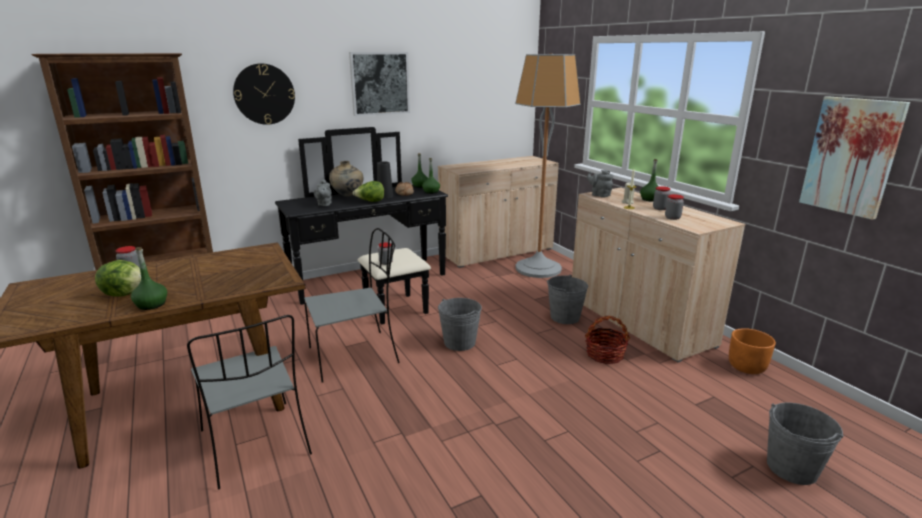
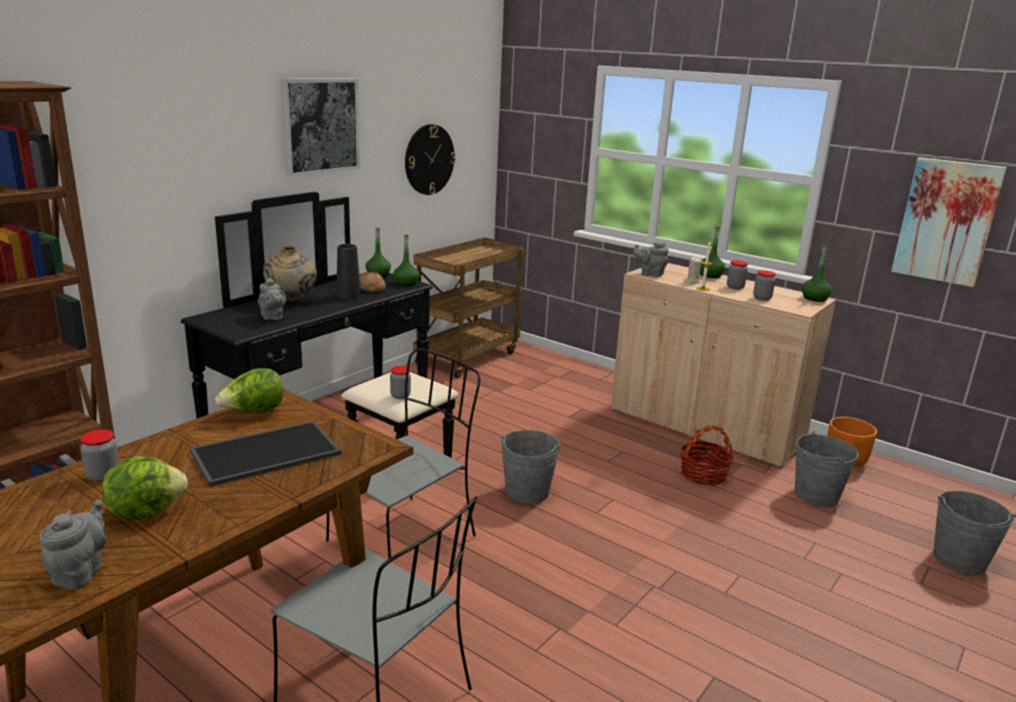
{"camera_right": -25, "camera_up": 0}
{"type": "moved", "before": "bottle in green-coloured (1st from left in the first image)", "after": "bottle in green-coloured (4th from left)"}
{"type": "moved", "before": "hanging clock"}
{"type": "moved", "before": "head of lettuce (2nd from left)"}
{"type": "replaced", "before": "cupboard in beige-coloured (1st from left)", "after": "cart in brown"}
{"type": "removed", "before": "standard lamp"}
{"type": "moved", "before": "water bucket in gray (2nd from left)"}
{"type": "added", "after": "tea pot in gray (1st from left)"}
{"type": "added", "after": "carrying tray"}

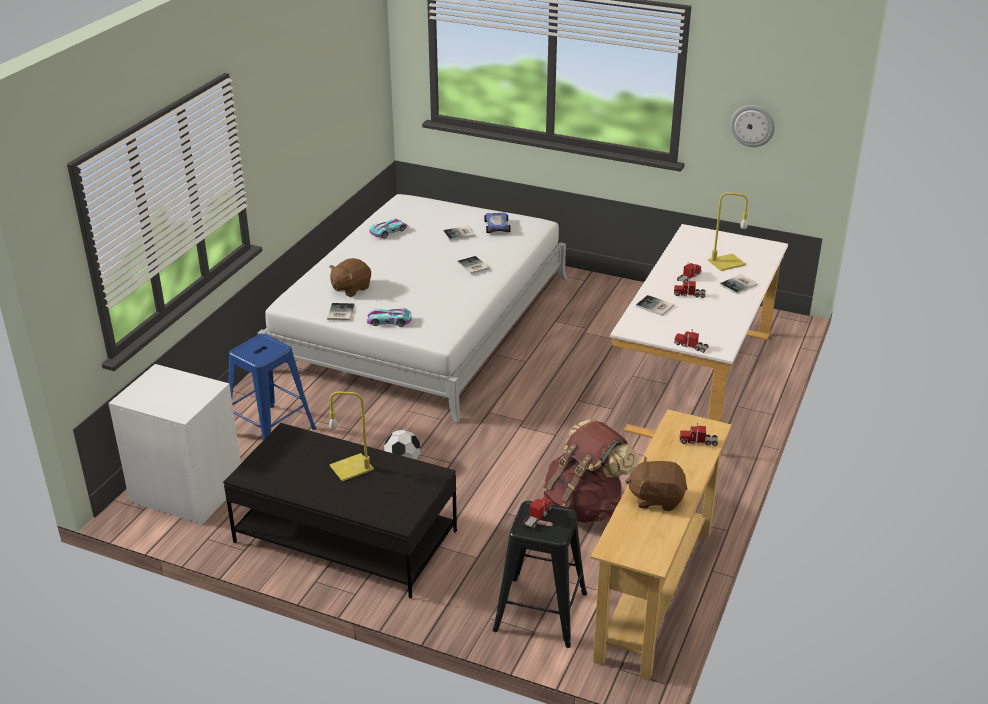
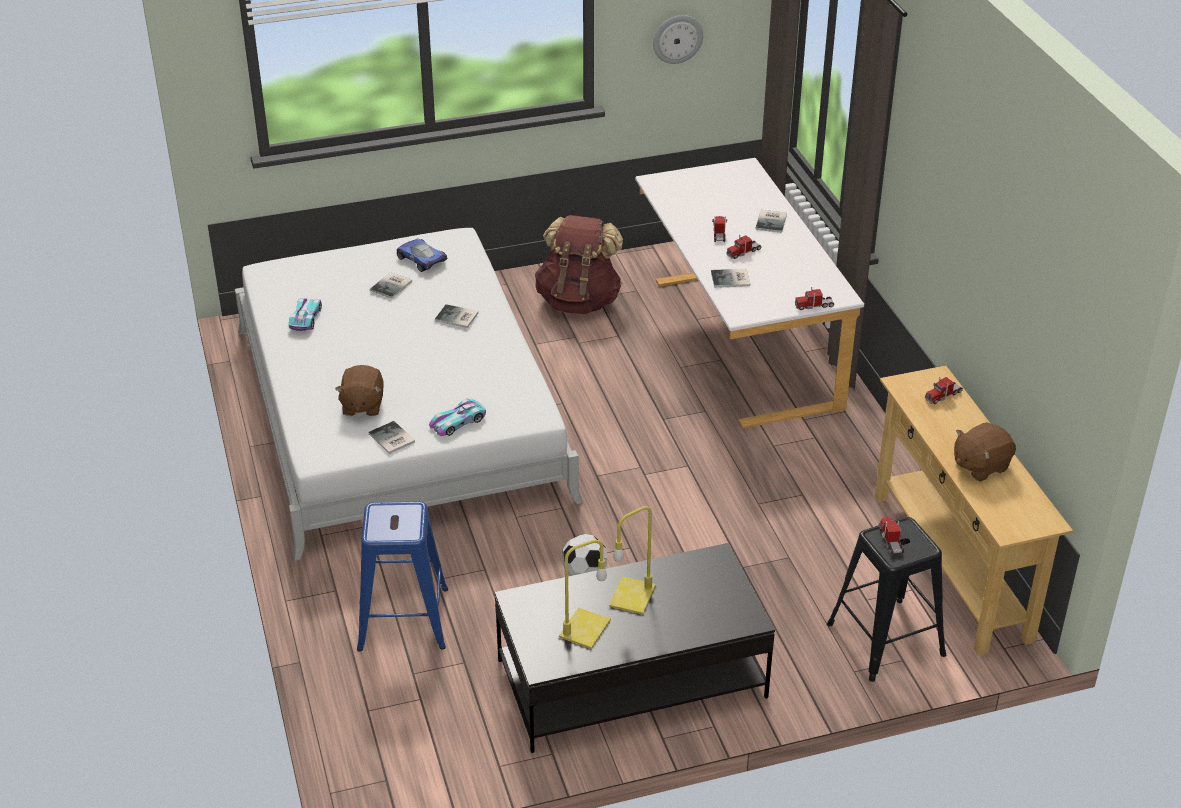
{"camera_right": -40, "camera_up": 5}
{"type": "removed", "before": "night table in whitish"}
{"type": "moved", "before": "rucksack in brown"}
{"type": "moved", "before": "tabletop lamp in yellowish (2nd from left in the first image)", "after": "tabletop lamp in yellowish (1st from left)"}

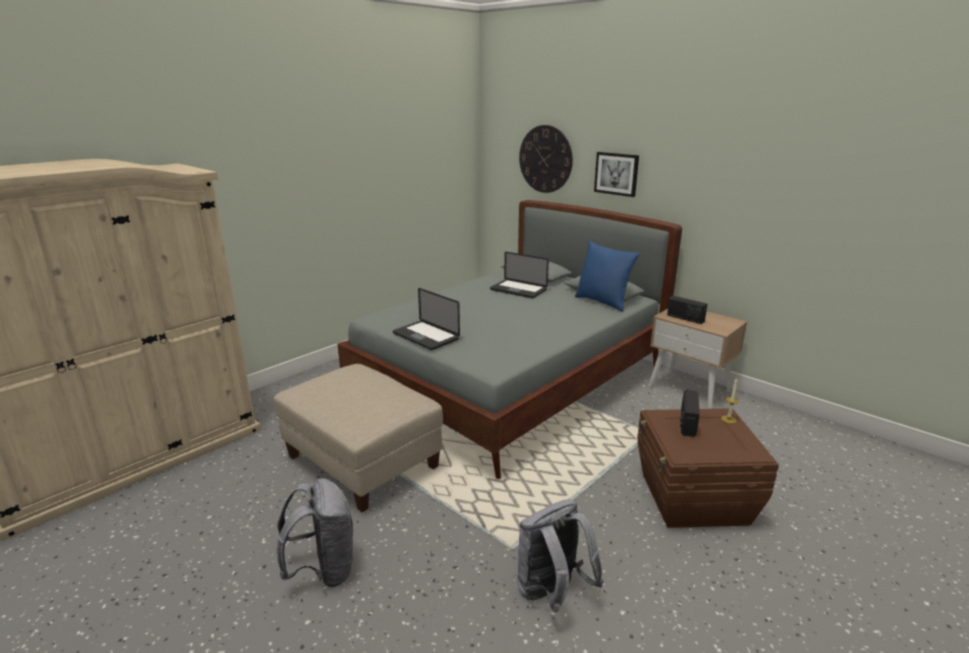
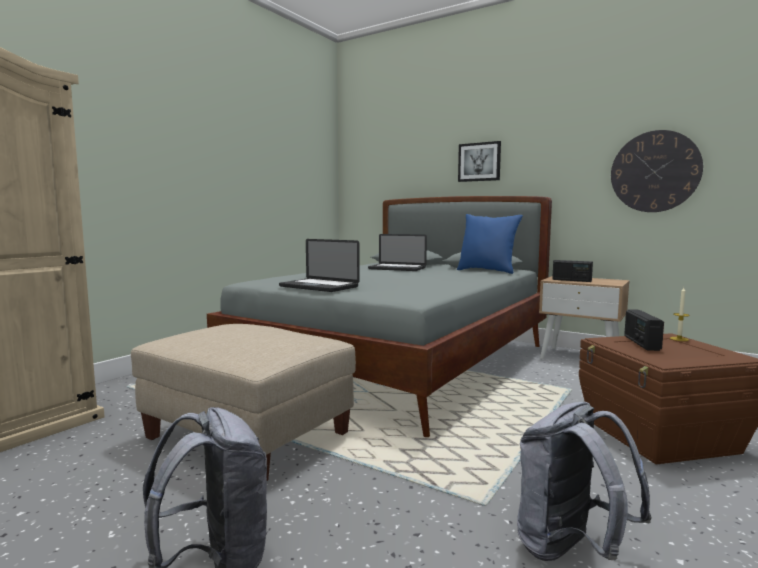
{"camera_right": -10, "camera_up": -15}
{"type": "moved", "before": "hanging clock"}

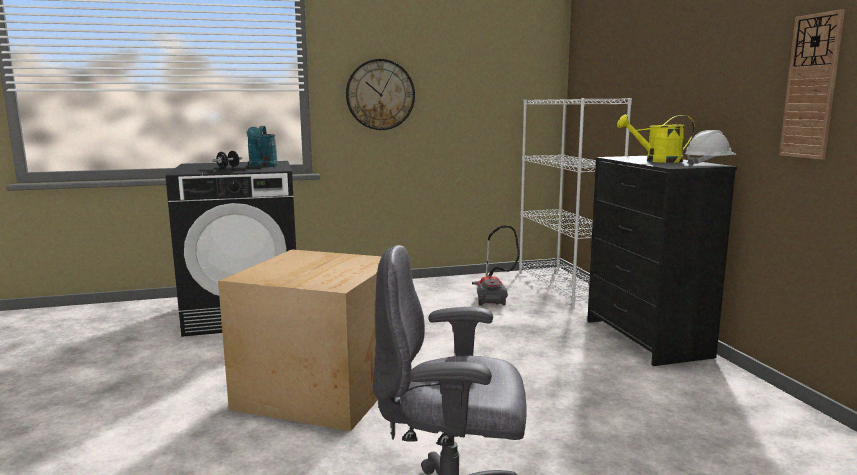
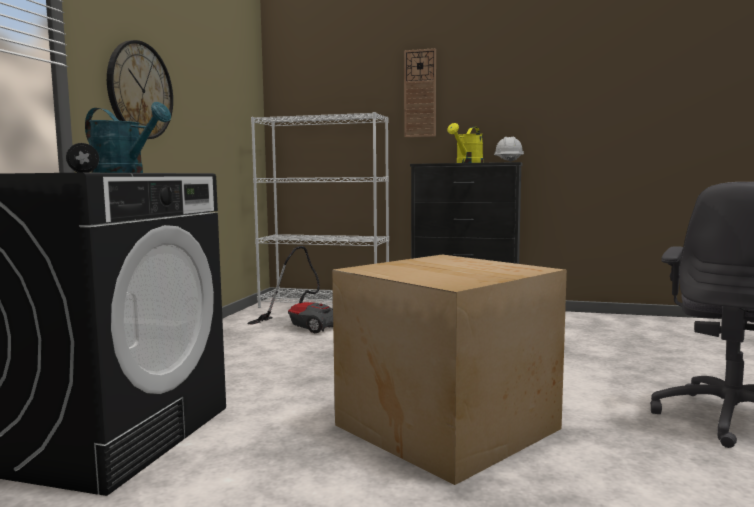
{"camera_right": -60, "camera_up": -5}
{"type": "moved", "before": "hanging clock (2nd from left)"}

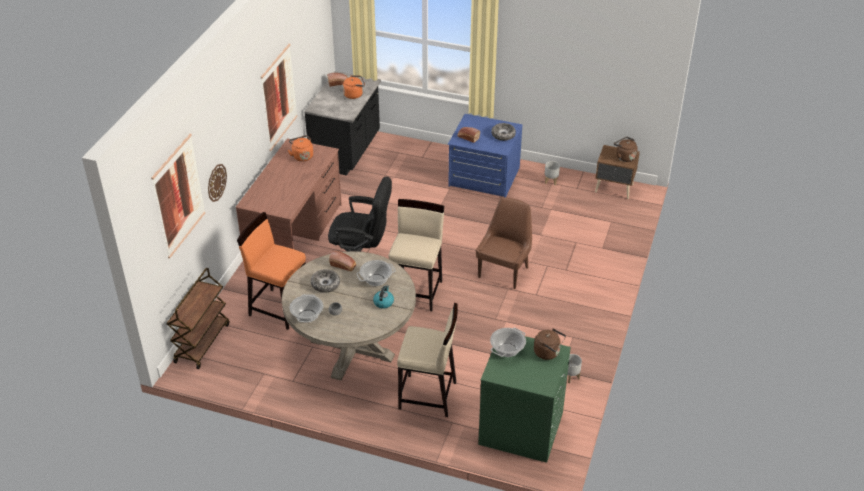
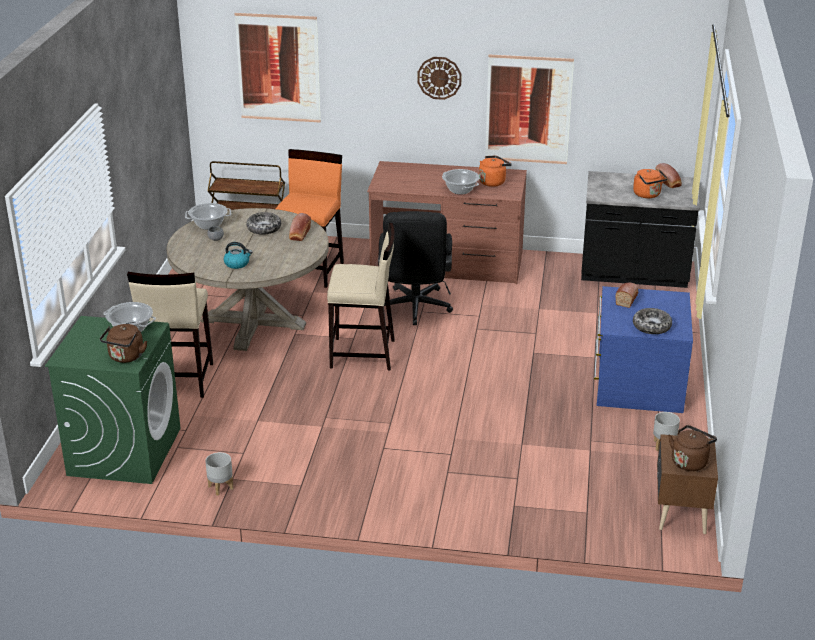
{"camera_right": 80, "camera_up": -10}
{"type": "moved", "before": "hanging clock"}
{"type": "moved", "before": "saucepot (2nd from left in the first image)", "after": "saucepot (3rd from left)"}
{"type": "removed", "before": "chair in brown"}

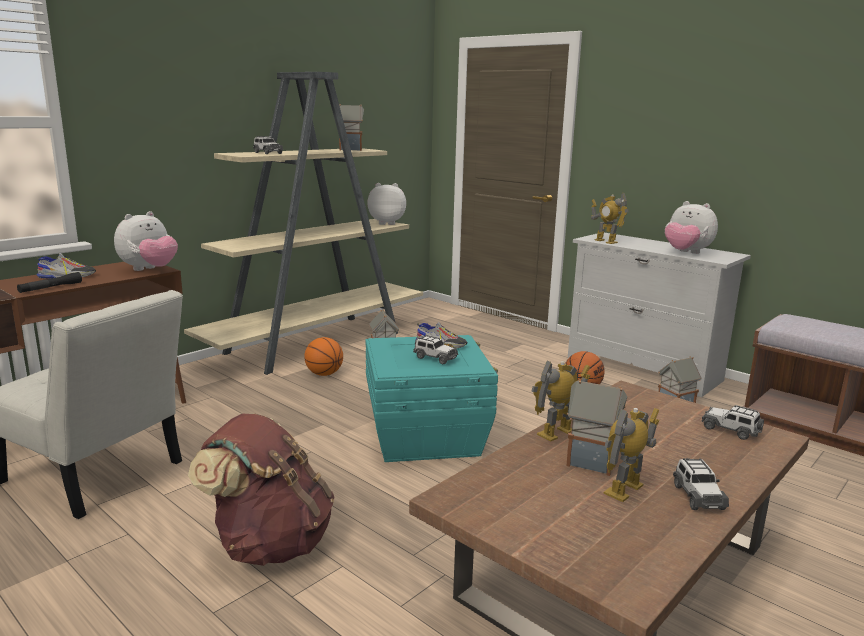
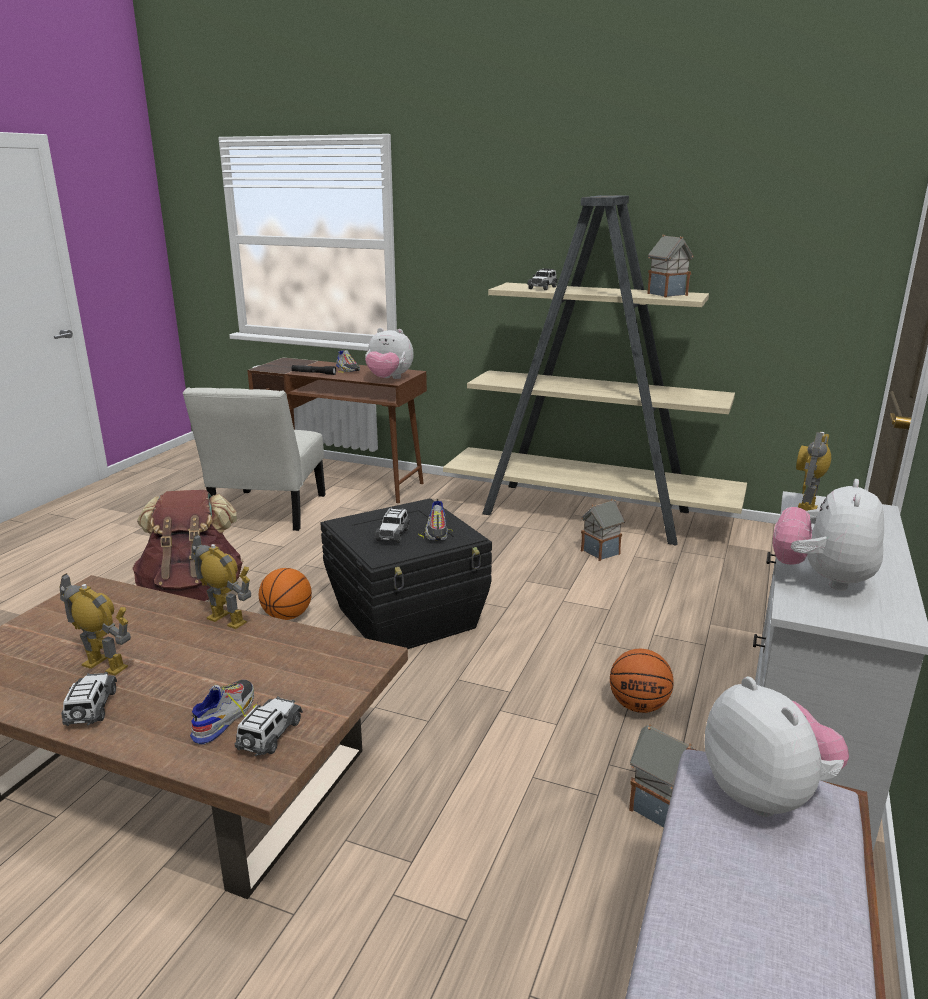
{"camera_right": 70, "camera_up": 5}
{"type": "moved", "before": "basketball (1st from left)"}
{"type": "recoloured", "before": "storage container in blue-green", "after": "storage container in blackish"}
{"type": "moved", "before": "soft toy (2nd from left)"}
{"type": "removed", "before": "model house (3rd from left)"}
{"type": "turned", "before": "toy car (3rd from left in the first image)", "turn": 105}
{"type": "added", "after": "shoe (1st from left)"}

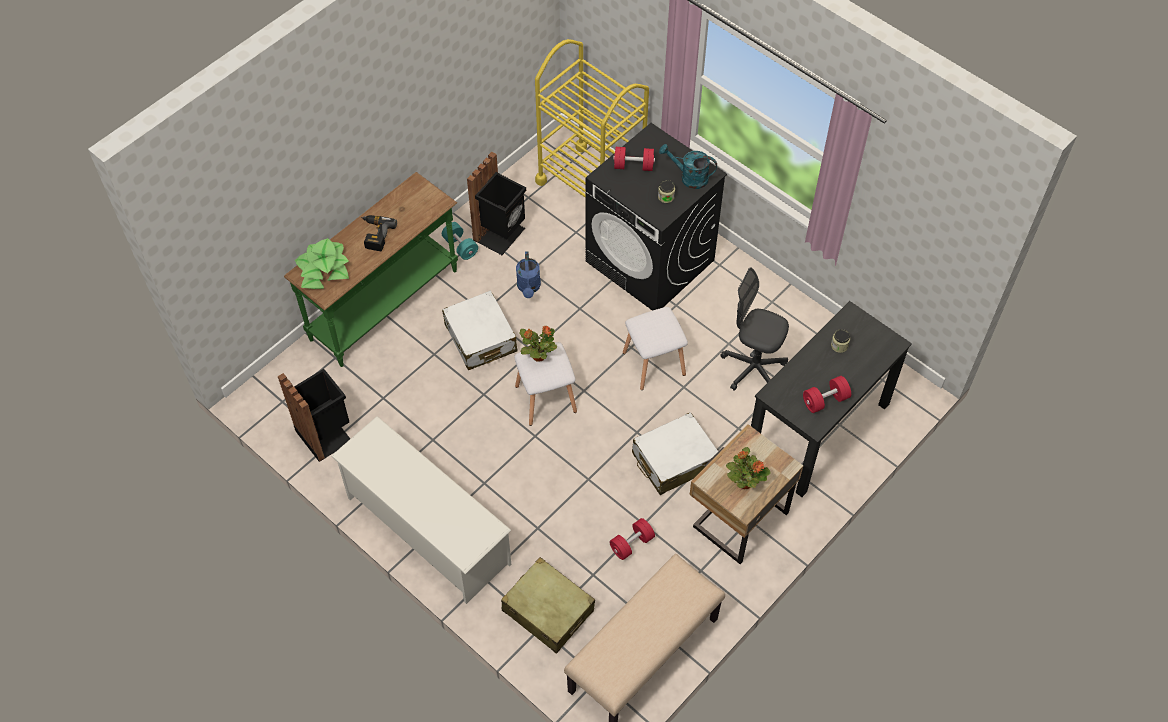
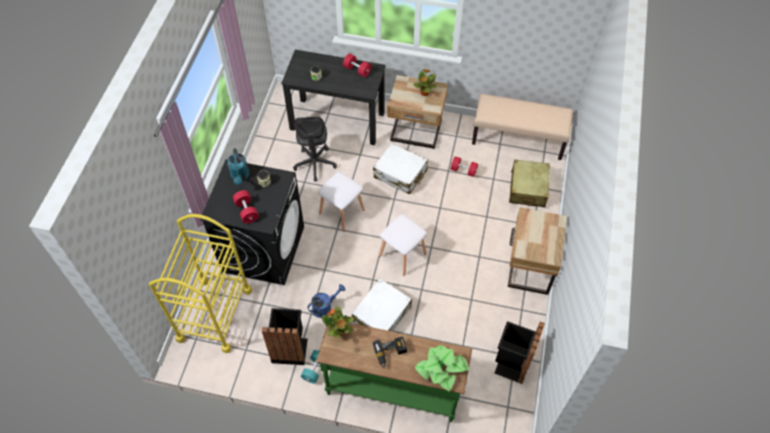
{"camera_right": -120, "camera_up": 0}
{"type": "replaced", "before": "shoe shelf in whitish", "after": "night table in beige-coloured (2nd from left)"}
{"type": "moved", "before": "houseplant (2nd from left in the first image)", "after": "houseplant (1st from left)"}

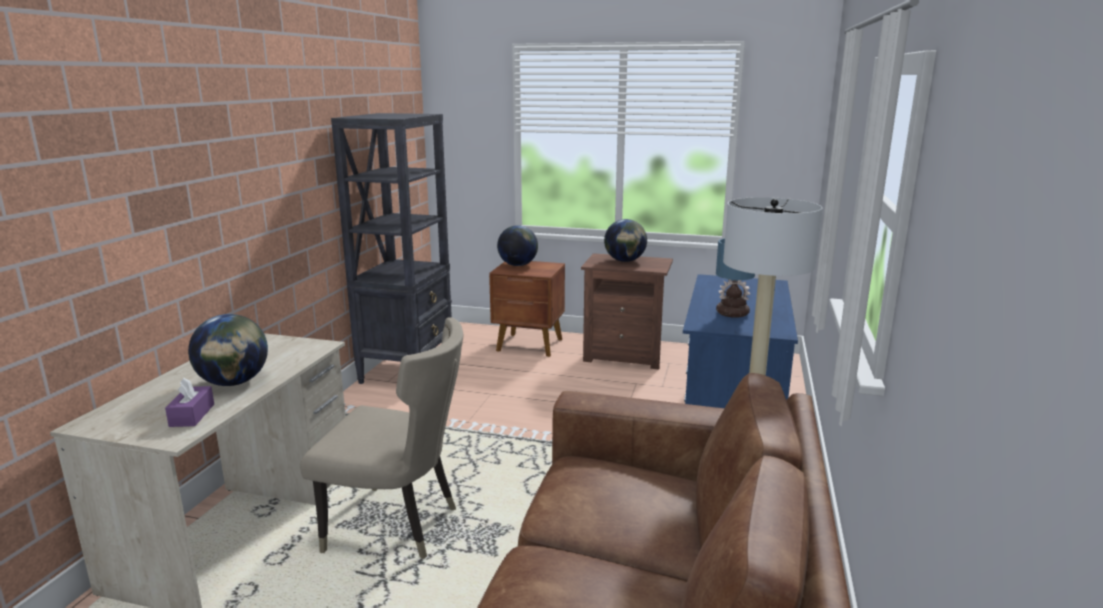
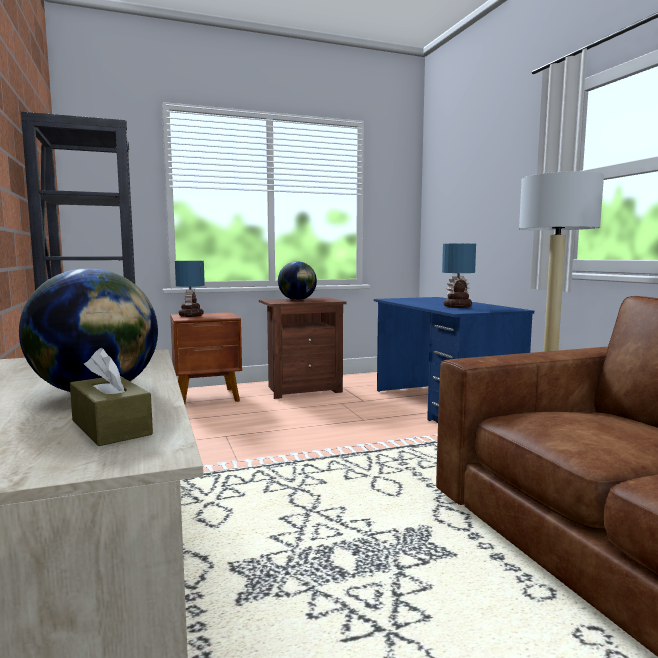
{"camera_right": -35, "camera_up": -10}
{"type": "recoloured", "before": "tissue box in purple", "after": "tissue box in brown"}
{"type": "removed", "before": "chair in beige-coloured"}
{"type": "replaced", "before": "world globe (2nd from left)", "after": "tabletop lamp (1st from left)"}

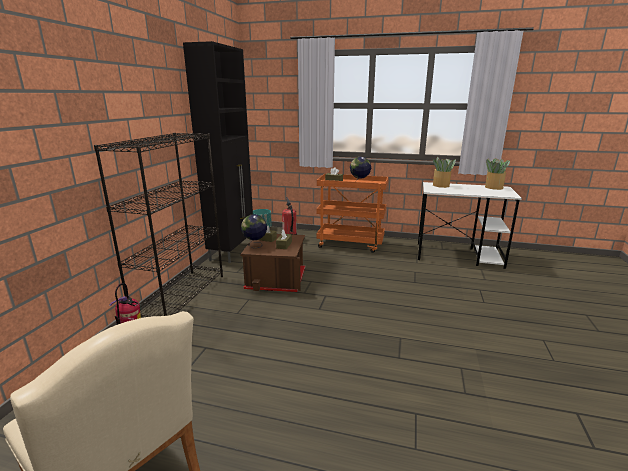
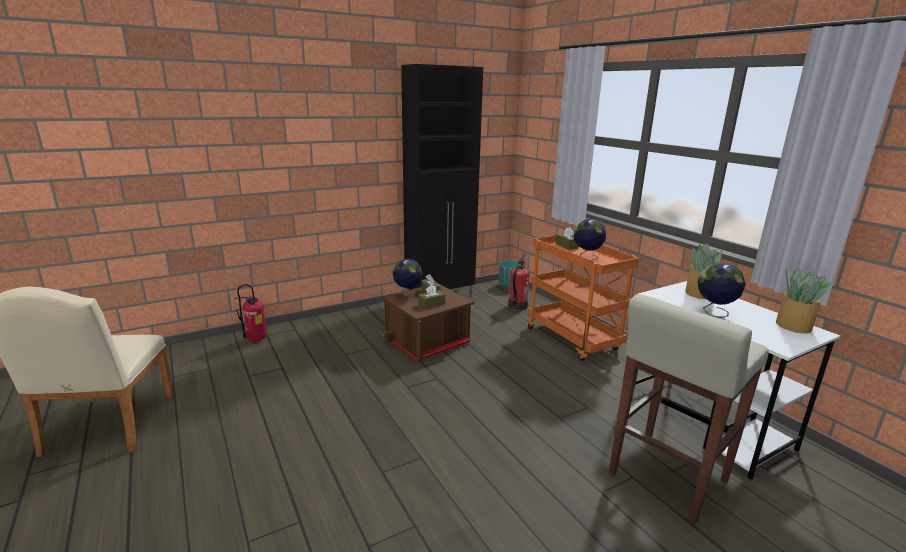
{"camera_right": 45, "camera_up": 0}
{"type": "removed", "before": "shelving unit in blackish"}
{"type": "added", "after": "stool in beige-coloured"}
{"type": "added", "after": "world globe (3rd from left)"}

